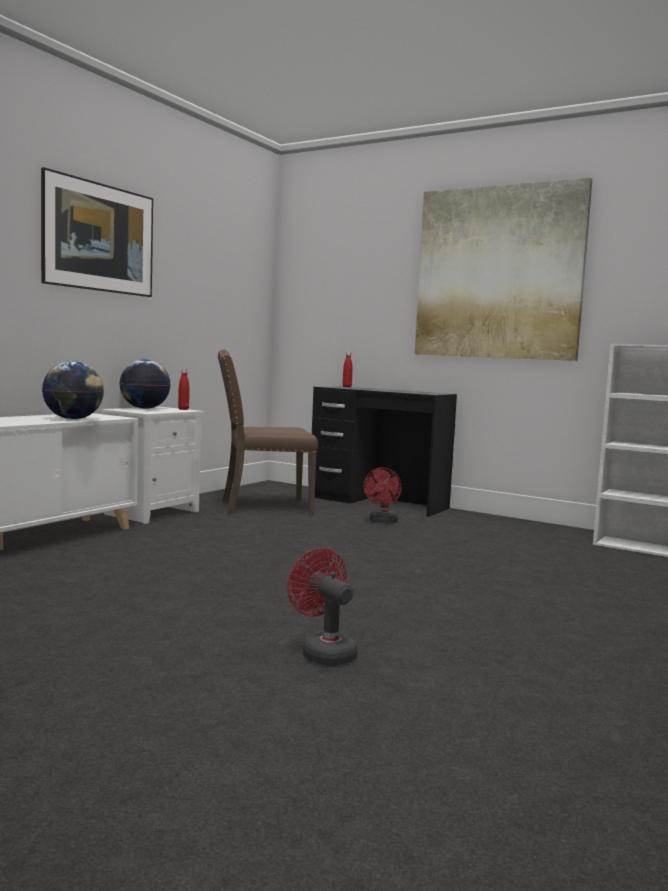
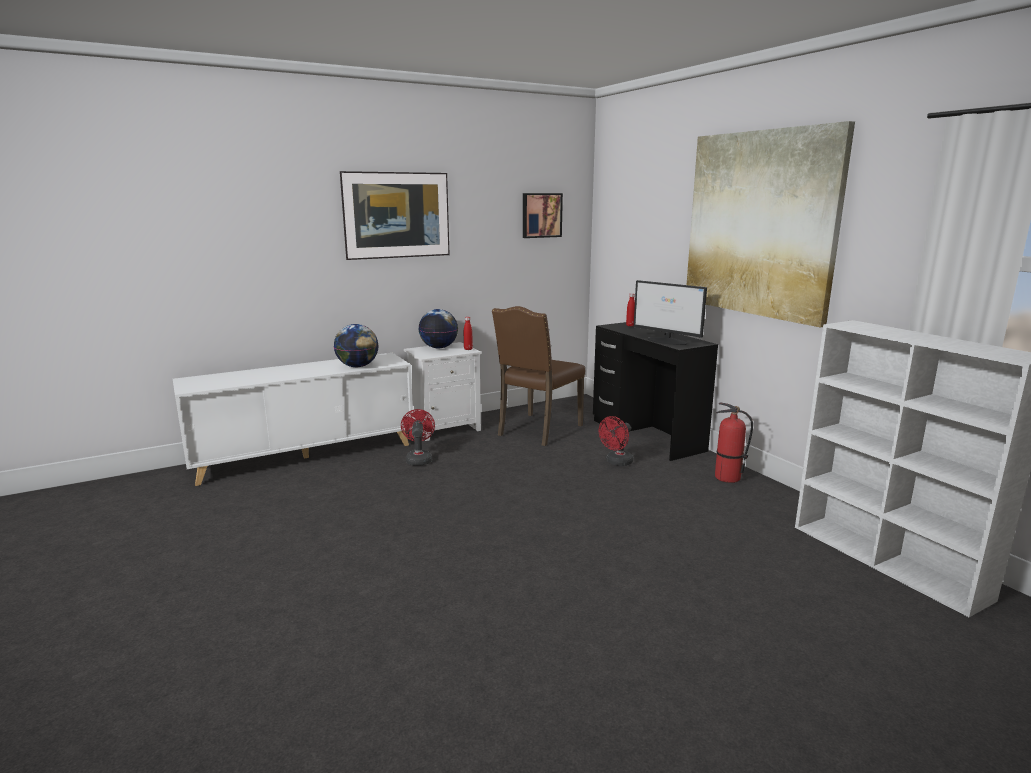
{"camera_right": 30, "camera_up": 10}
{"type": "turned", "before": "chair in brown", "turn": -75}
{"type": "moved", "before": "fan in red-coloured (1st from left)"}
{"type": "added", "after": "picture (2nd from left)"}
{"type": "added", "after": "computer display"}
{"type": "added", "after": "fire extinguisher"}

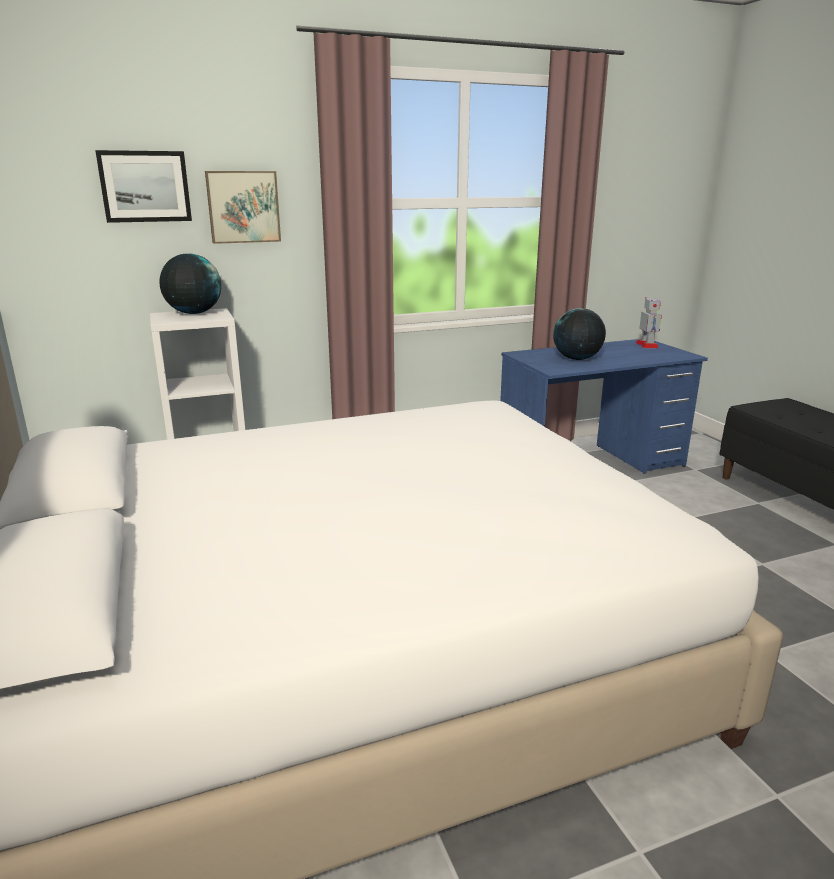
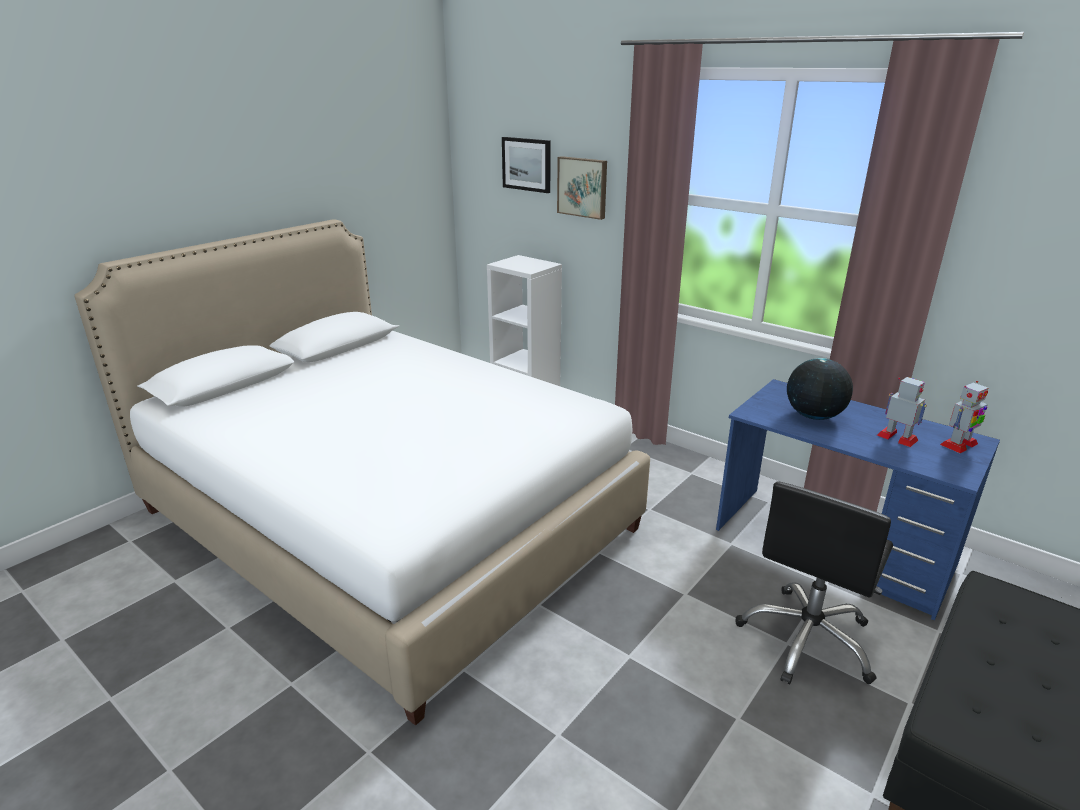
{"camera_right": 60, "camera_up": 5}
{"type": "removed", "before": "world globe (1st from left)"}
{"type": "added", "after": "desk chair in blackish"}
{"type": "added", "after": "toy robot (1st from left)"}

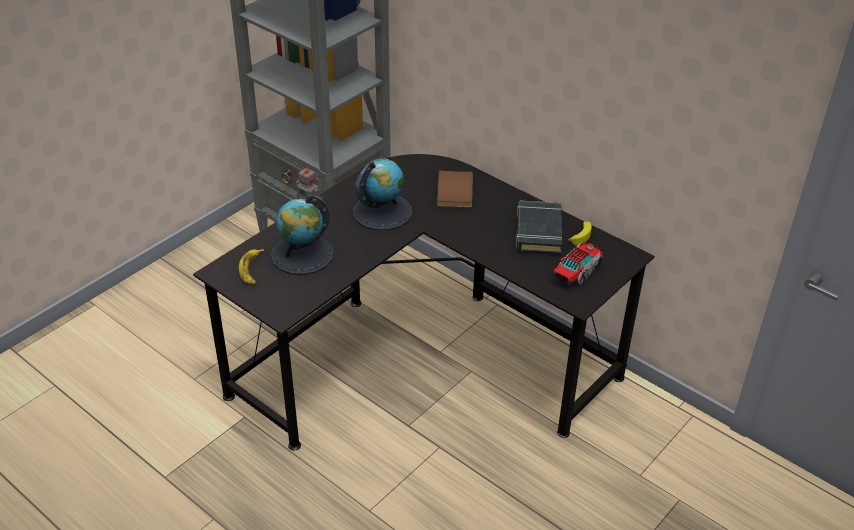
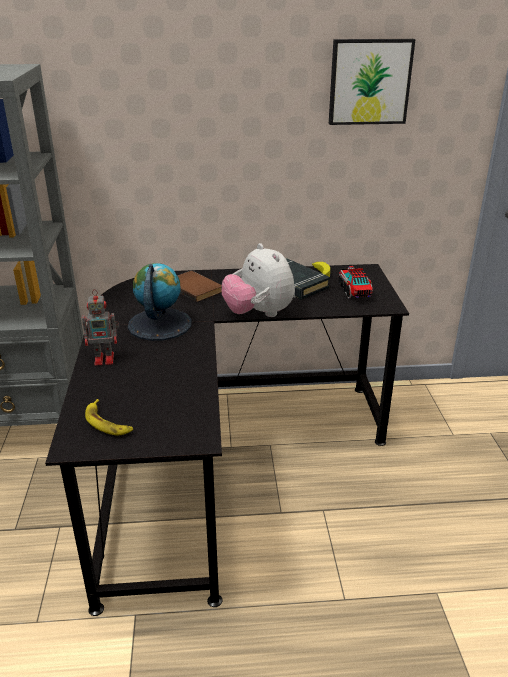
{"camera_right": -45, "camera_up": -10}
{"type": "removed", "before": "world globe (1st from left)"}
{"type": "added", "after": "soft toy"}
{"type": "added", "after": "picture"}

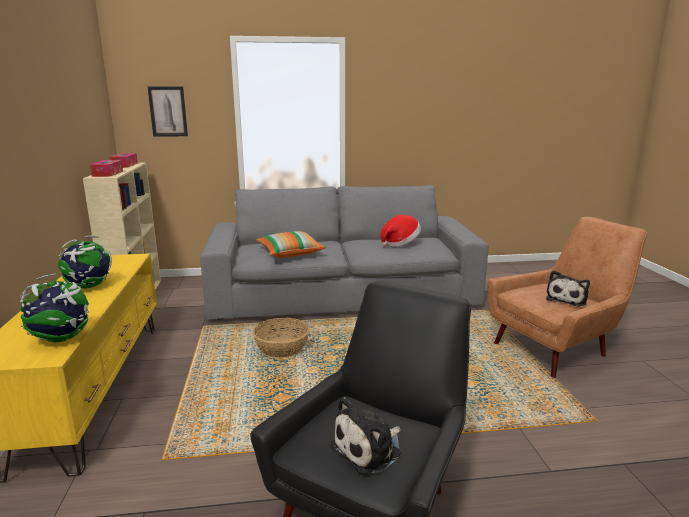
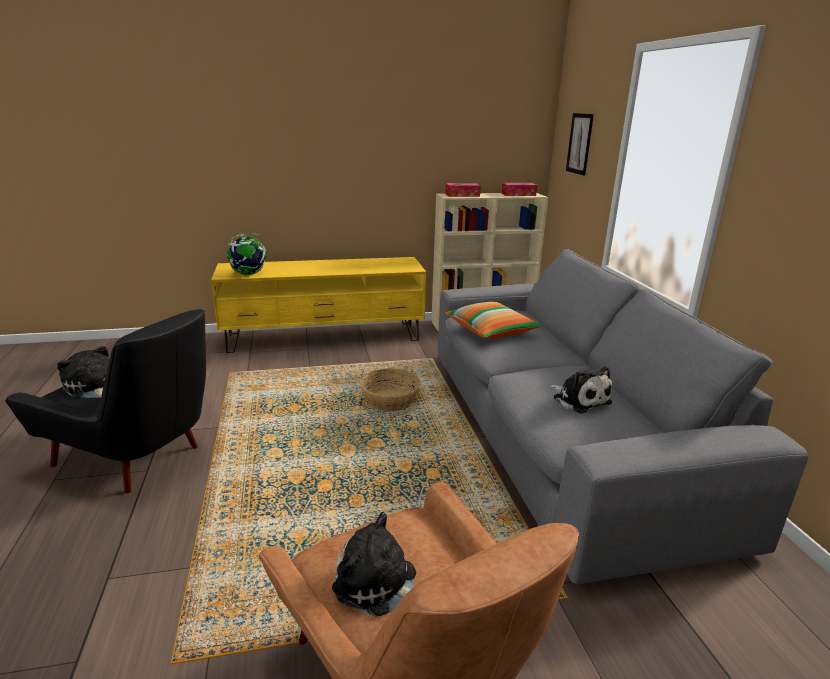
{"camera_right": 85, "camera_up": 5}
{"type": "removed", "before": "world globe (2nd from left)"}
{"type": "replaced", "before": "hat", "after": "soft toy (3rd from left)"}

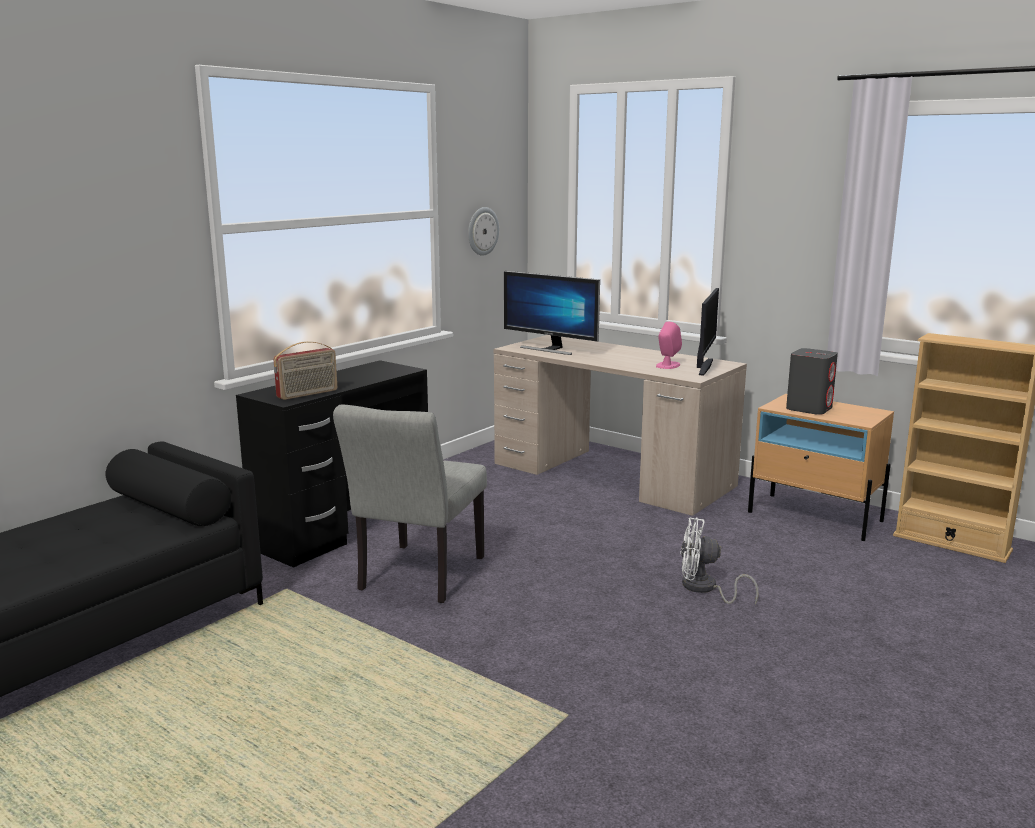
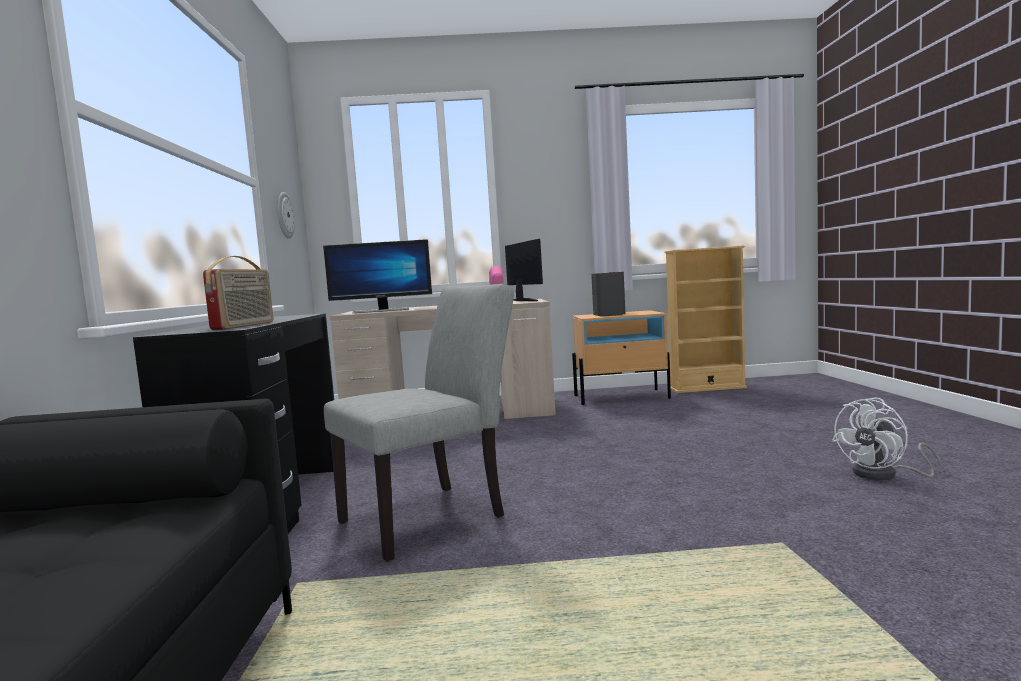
{"camera_right": -40, "camera_up": -10}
{"type": "turned", "before": "chair in gray", "turn": -105}
{"type": "moved", "before": "fan in whitish"}

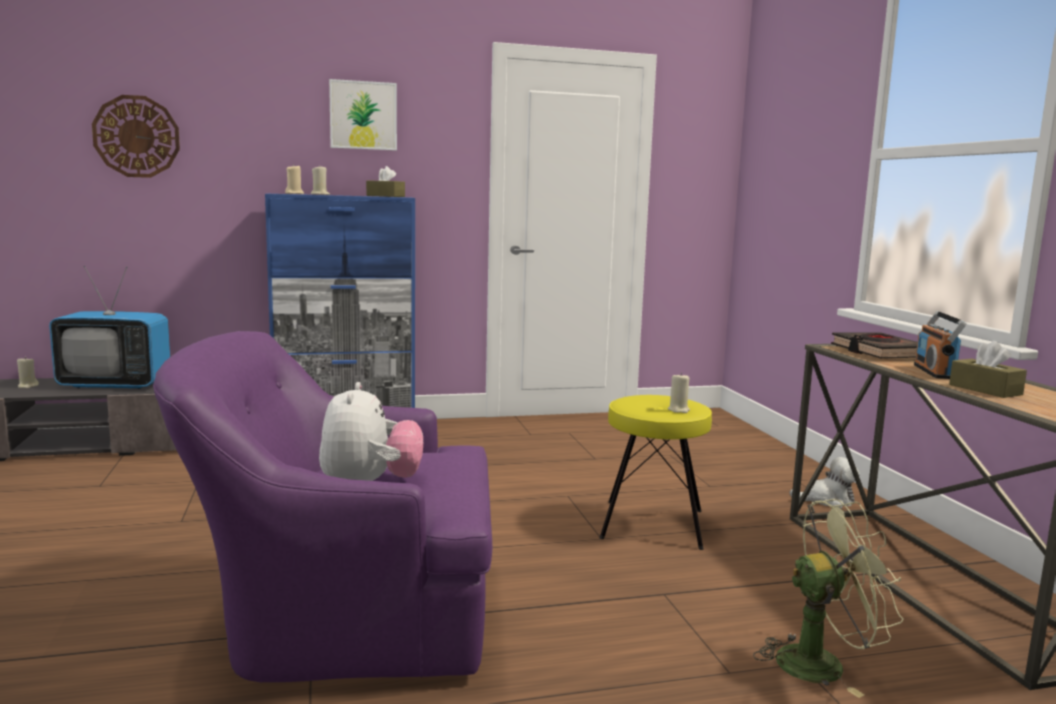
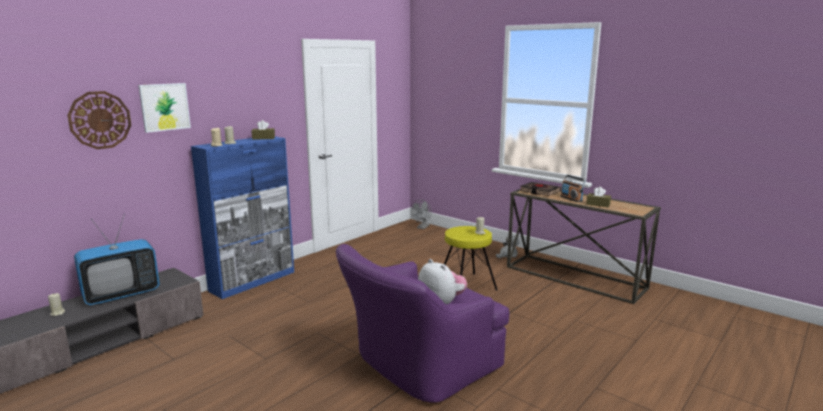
{"camera_right": -35, "camera_up": 5}
{"type": "moved", "before": "picture"}
{"type": "removed", "before": "fan in green-coloured"}
{"type": "added", "after": "fan in gray"}

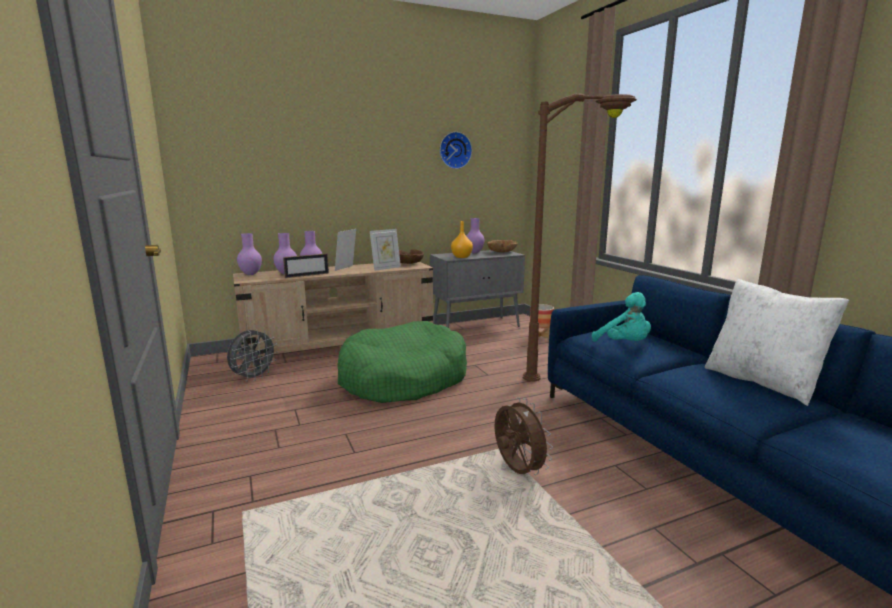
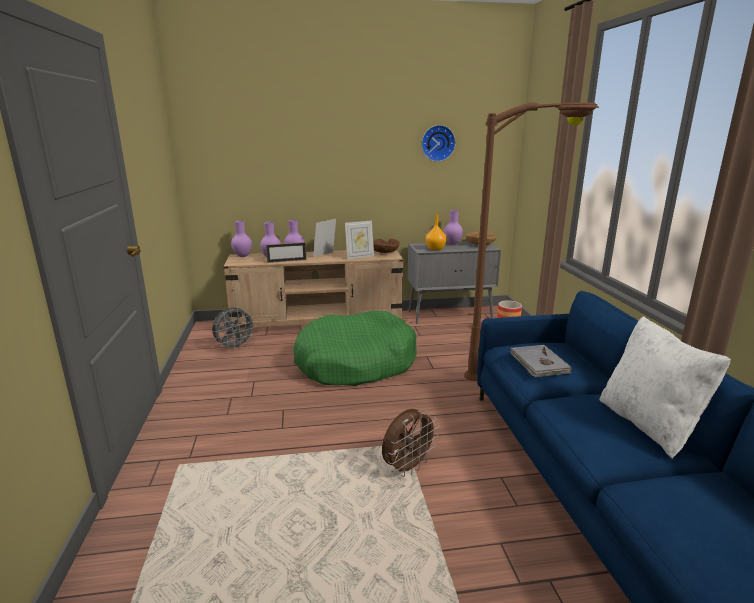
{"camera_right": 15, "camera_up": 5}
{"type": "turned", "before": "fan in brown", "turn": 60}
{"type": "replaced", "before": "soft toy in blue-green", "after": "volume in gray"}

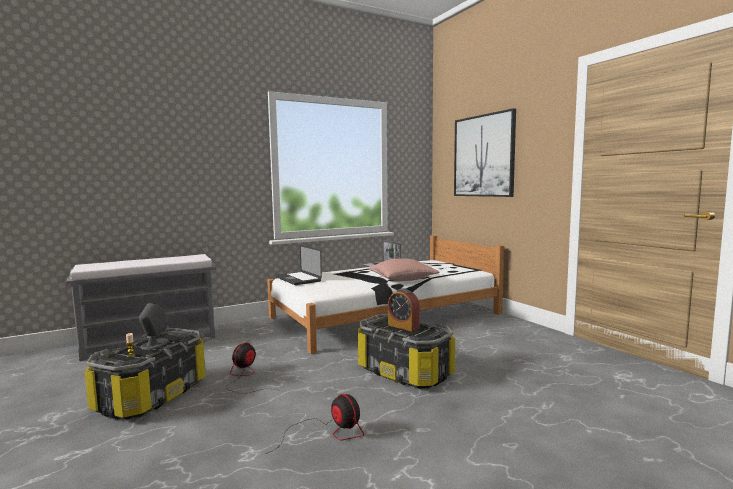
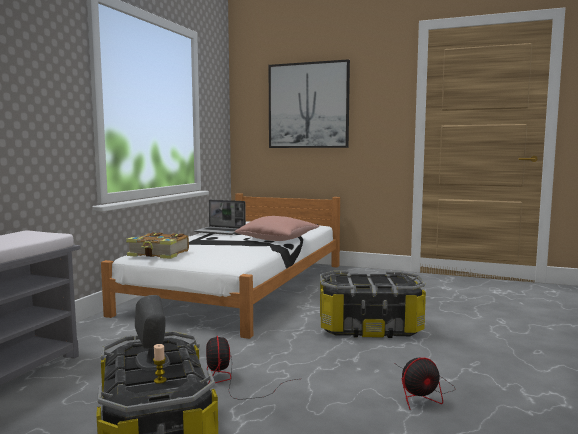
{"camera_right": -40, "camera_up": 0}
{"type": "turned", "before": "fan (2nd from left)", "turn": 150}
{"type": "replaced", "before": "notebook computer (1st from left)", "after": "volume"}
{"type": "removed", "before": "table clock"}

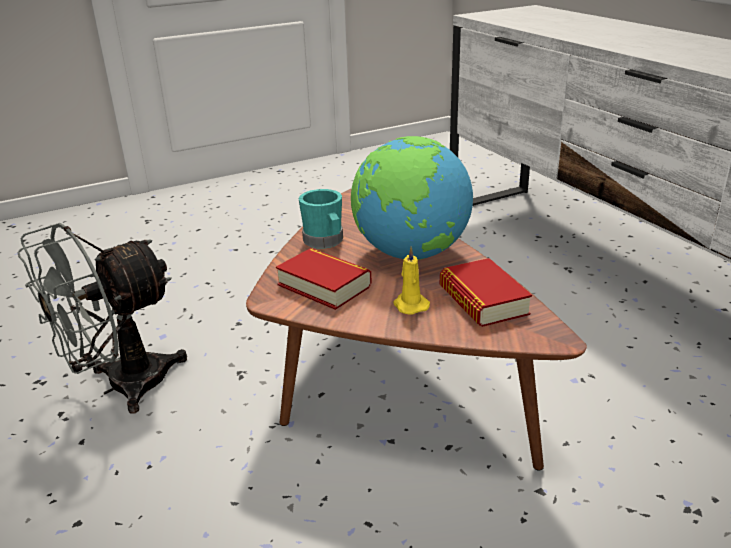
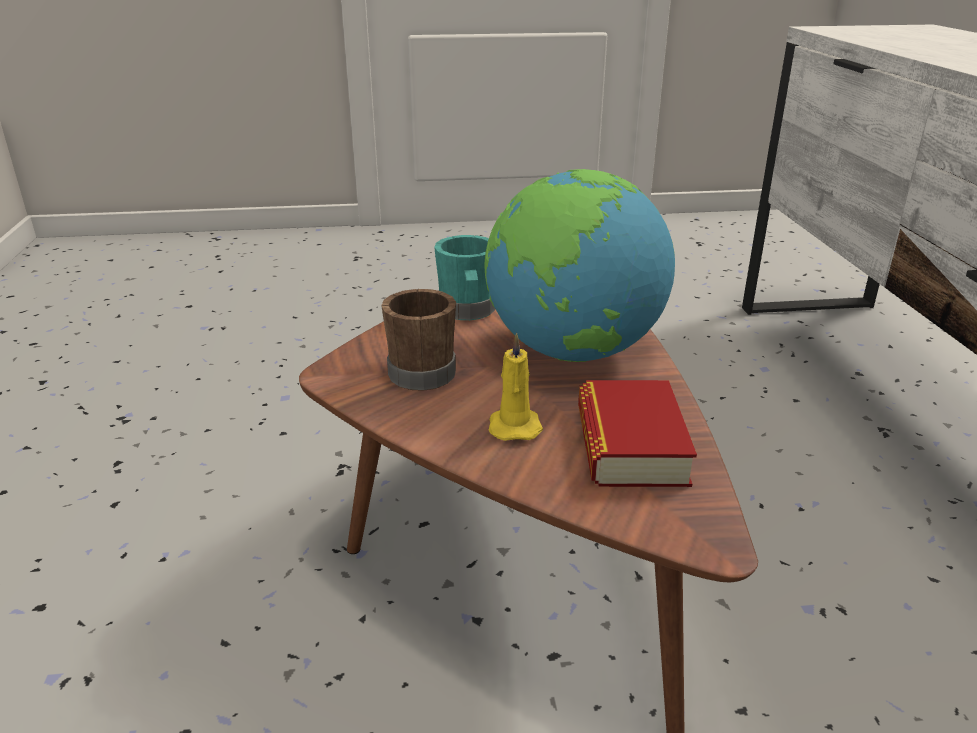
{"camera_right": 20, "camera_up": 0}
{"type": "removed", "before": "fan in gray"}
{"type": "replaced", "before": "volume (1st from left)", "after": "coffee mug in brown"}

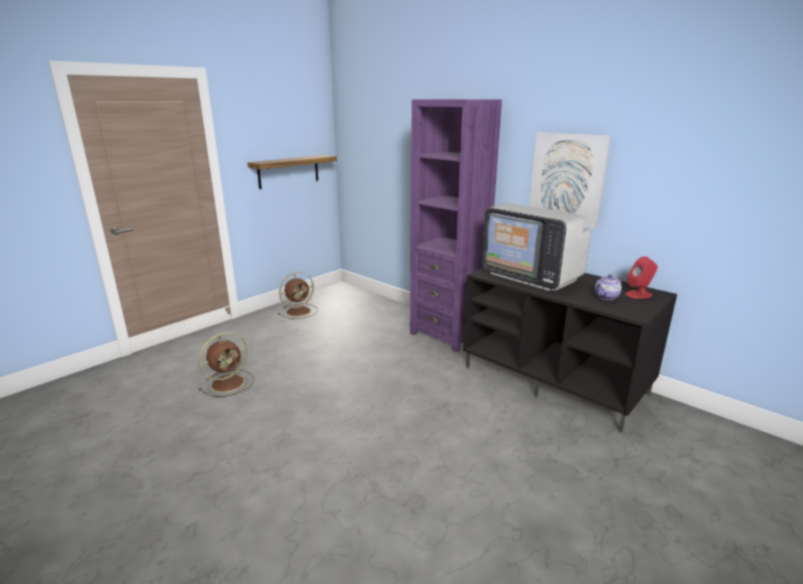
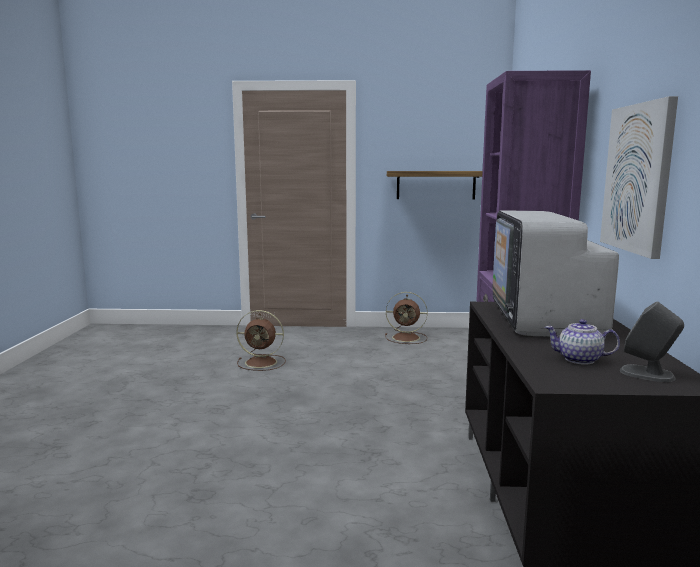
{"camera_right": 50, "camera_up": -10}
{"type": "recoloured", "before": "speaker in red-coloured", "after": "speaker in gray"}

